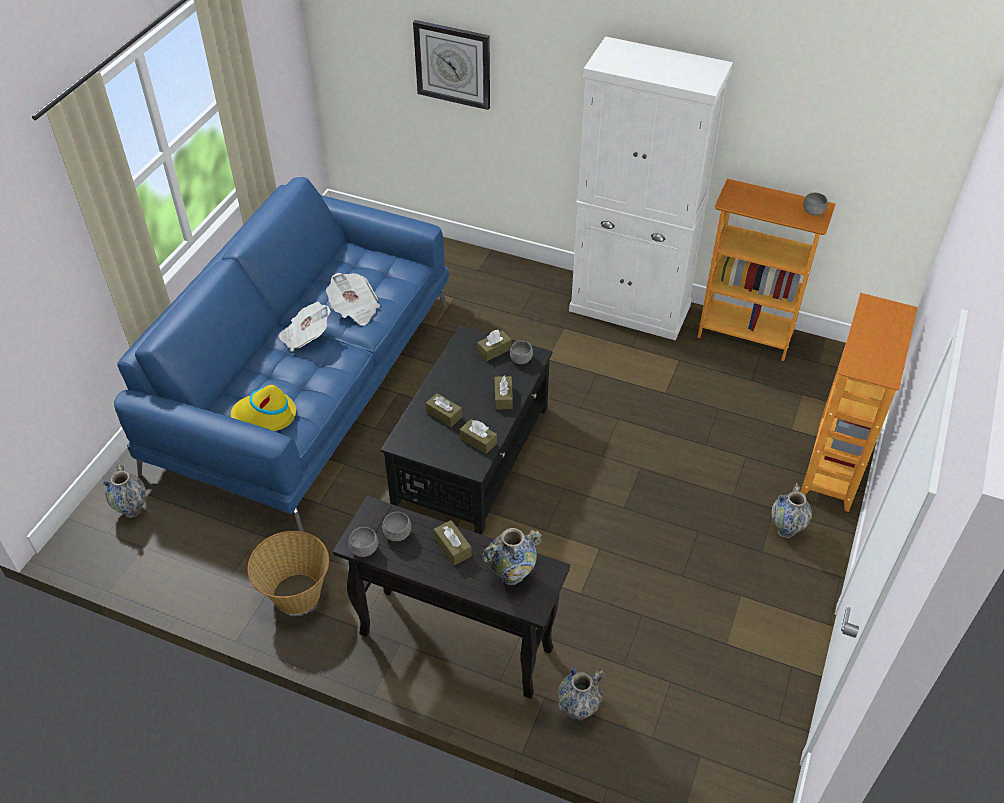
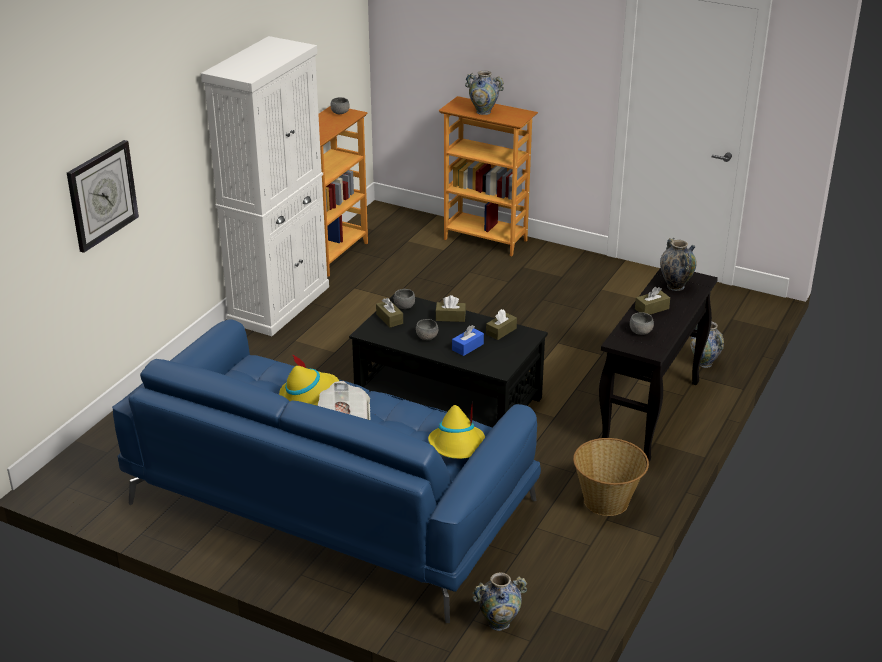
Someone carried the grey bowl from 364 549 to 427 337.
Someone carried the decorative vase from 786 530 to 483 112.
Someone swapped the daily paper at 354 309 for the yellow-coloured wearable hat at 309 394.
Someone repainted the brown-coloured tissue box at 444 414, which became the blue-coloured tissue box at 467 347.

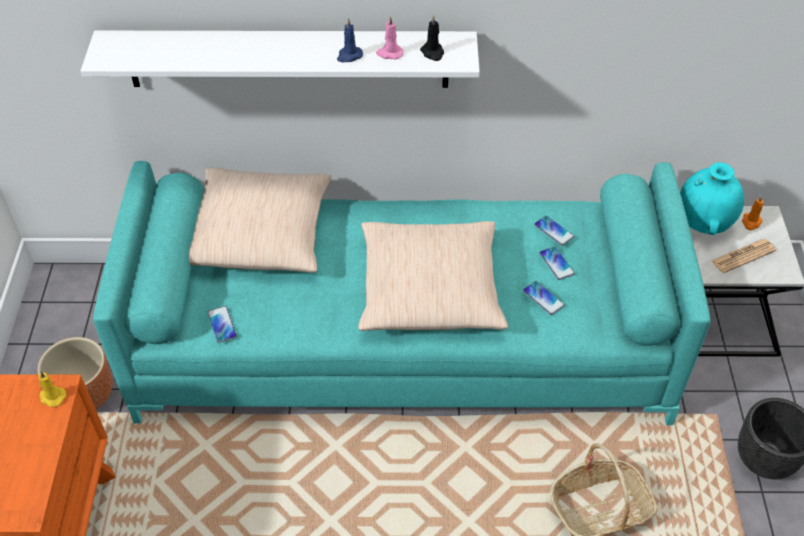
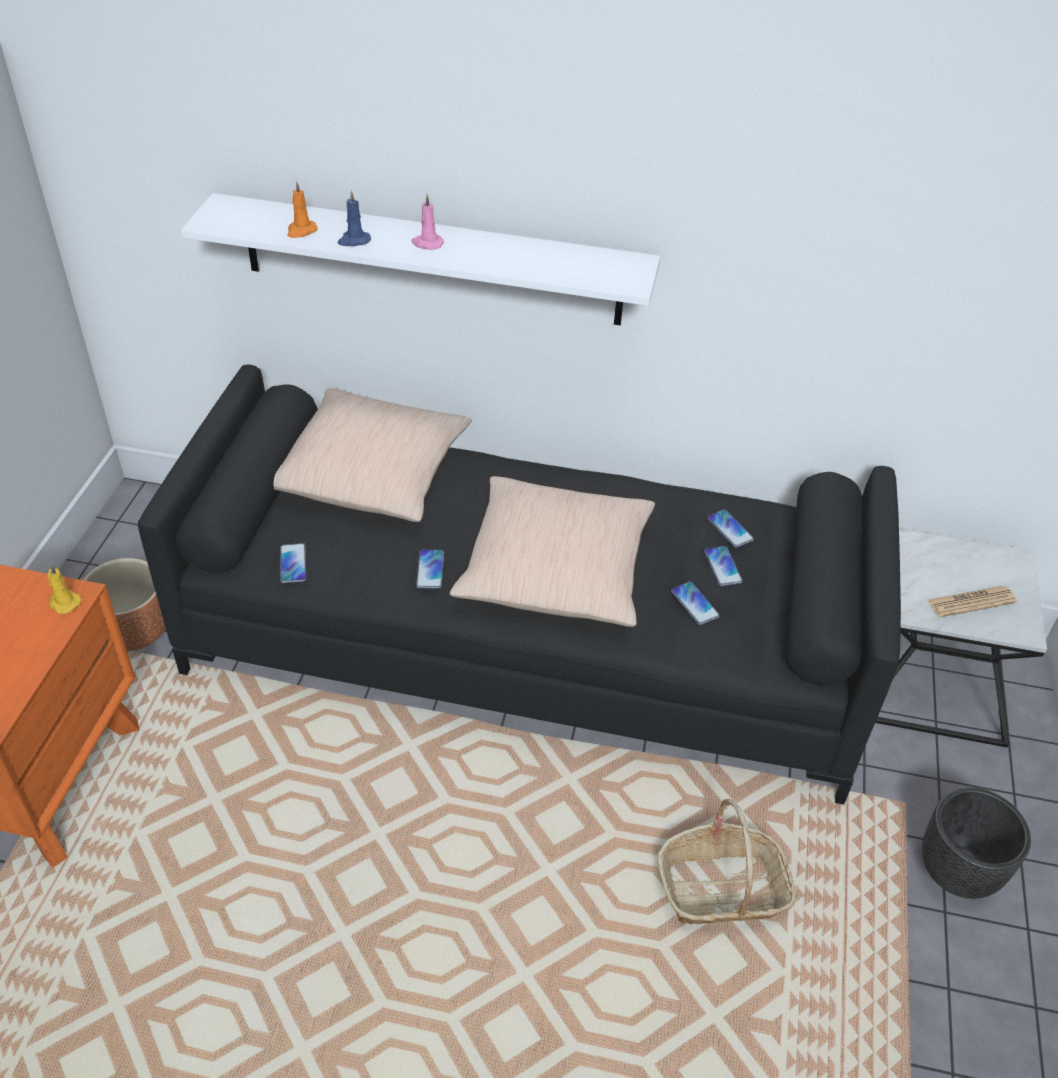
Someone took away the blackish wax candle at 432 53.
Someone took away the blue-green decorative vase at 702 225.
Someone put down the telephone at 430 570.
Someone carried the blue-coloured wax candle from 349 56 to 354 240.
Someone carried the pink wax candle from 389 53 to 427 243.
Someone carried the orangey wax candle from 751 222 to 301 231.
Someone repainted the blue-green couch at 403 343, which became the blackish couch at 525 643.

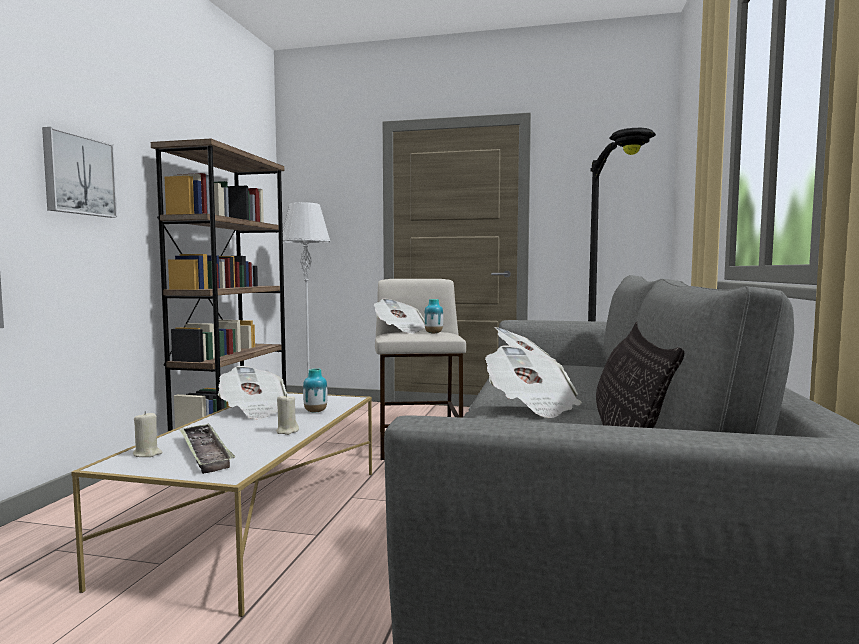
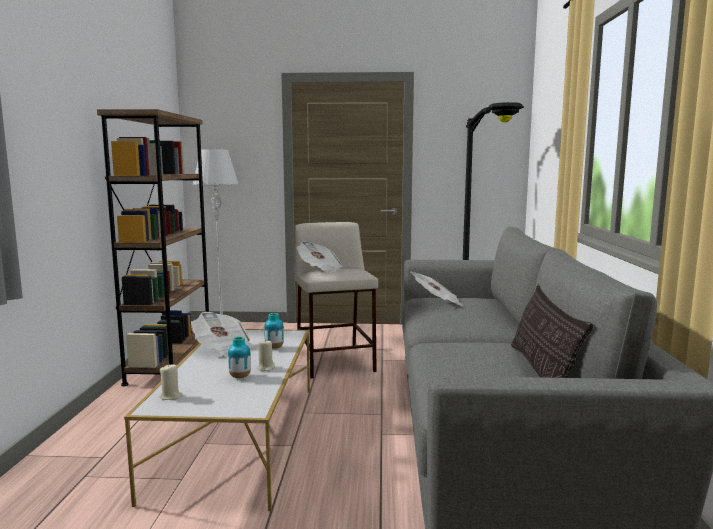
Someone took away the picture at 78 175.
Someone took away the tray at 205 453.
Someone took away the daily paper at 531 406.
Someone carried the decorative vase from 433 333 to 240 377.

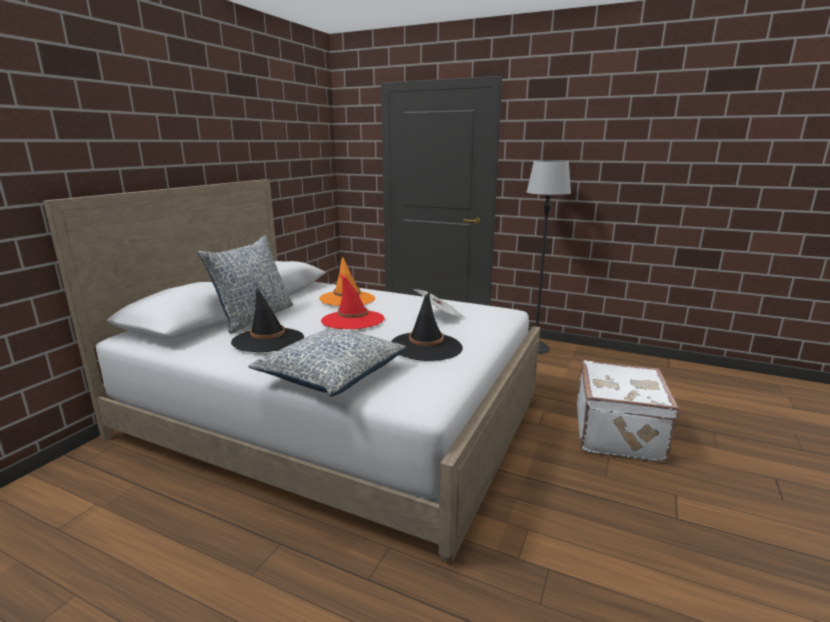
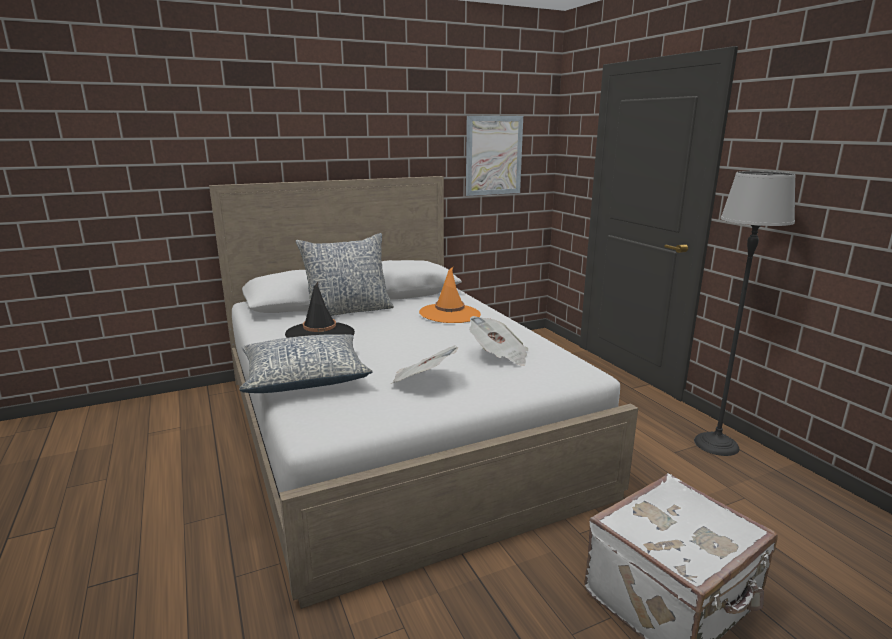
Someone took away the red wearable hat at 353 320.
Someone put up the picture at 493 155.
Someone swapped the blackish wearable hat at 426 347 for the daily paper at 423 381.

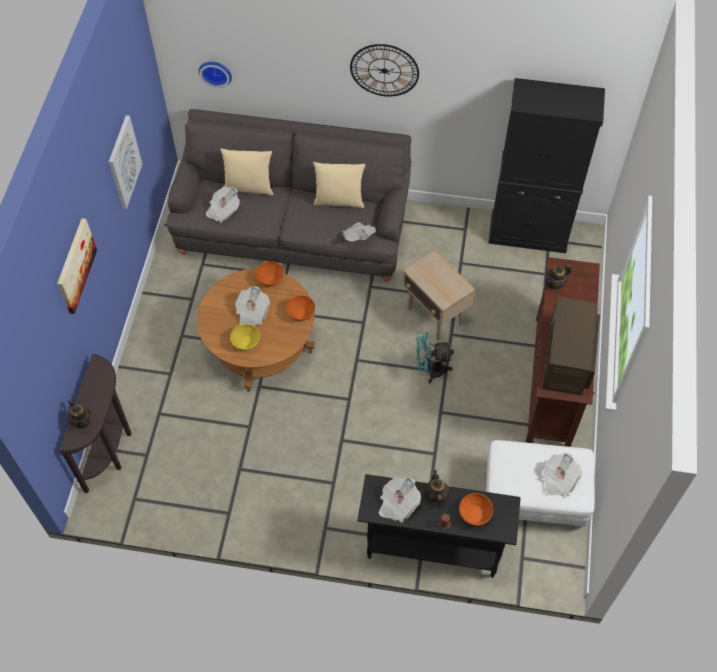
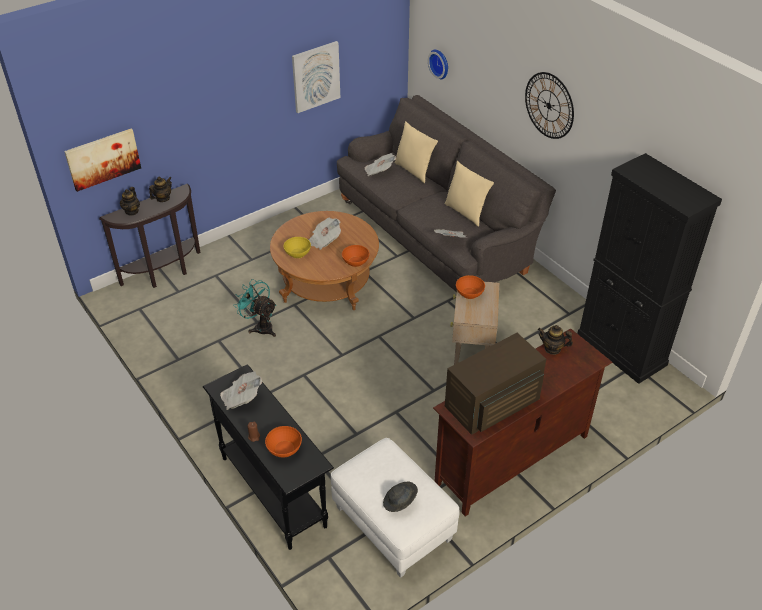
Someone carried the picture from 75 265 to 103 159.
Someone carried the orangey bowl from 270 279 to 469 293.
Someone carried the blue-green fan from 430 370 to 260 326.
Someone carried the pot for tea from 435 495 to 163 198.
Someone swapped the daily paper at 558 480 for the grey wearable hat at 400 502.

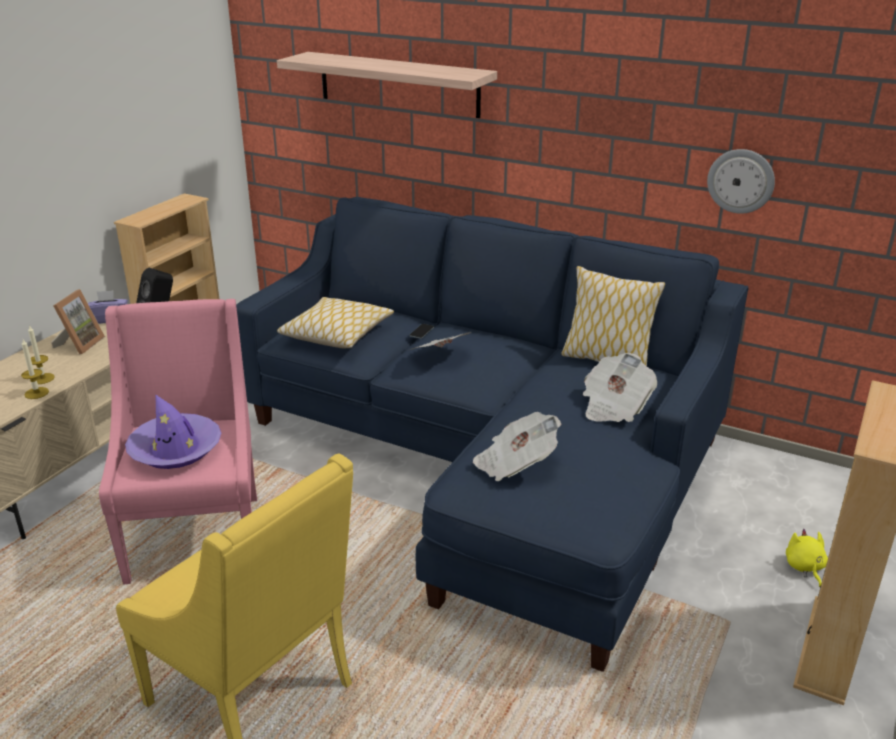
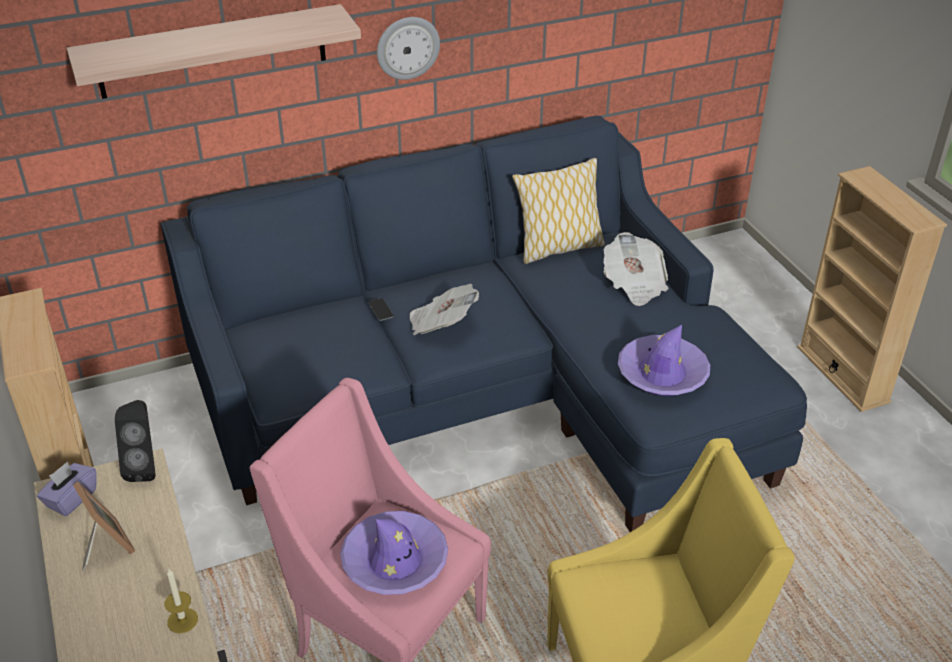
Someone took away the wax candle at 42 378.
Someone took away the cushion at 337 334.
Someone took away the yellow-coloured soft toy at 804 567.
Someone carried the wall clock from 741 181 to 407 47.
Someone swapped the daily paper at 515 464 for the purple-coloured wearable hat at 662 374.

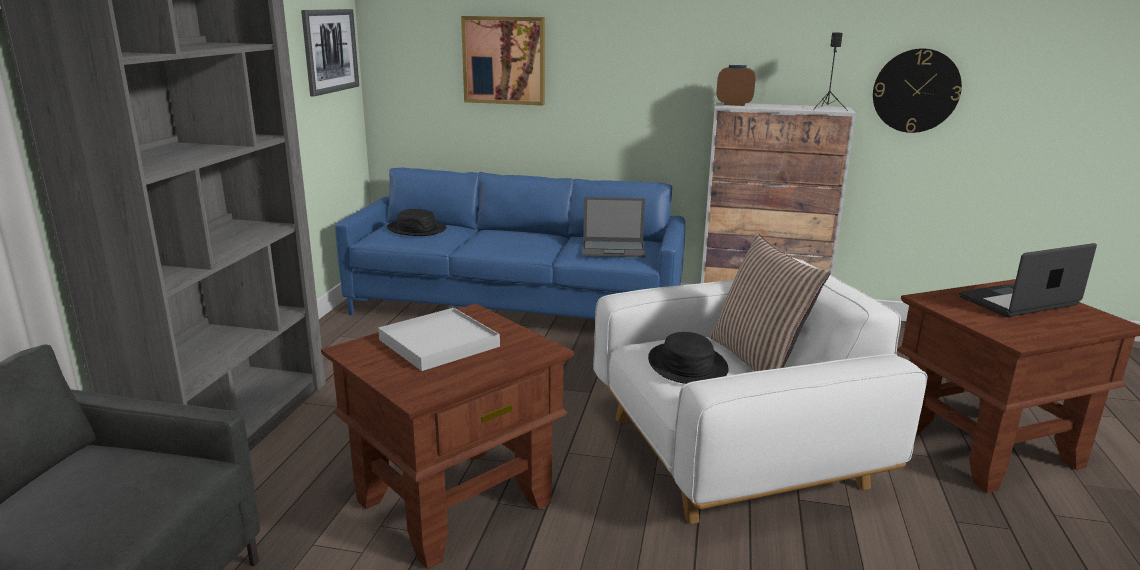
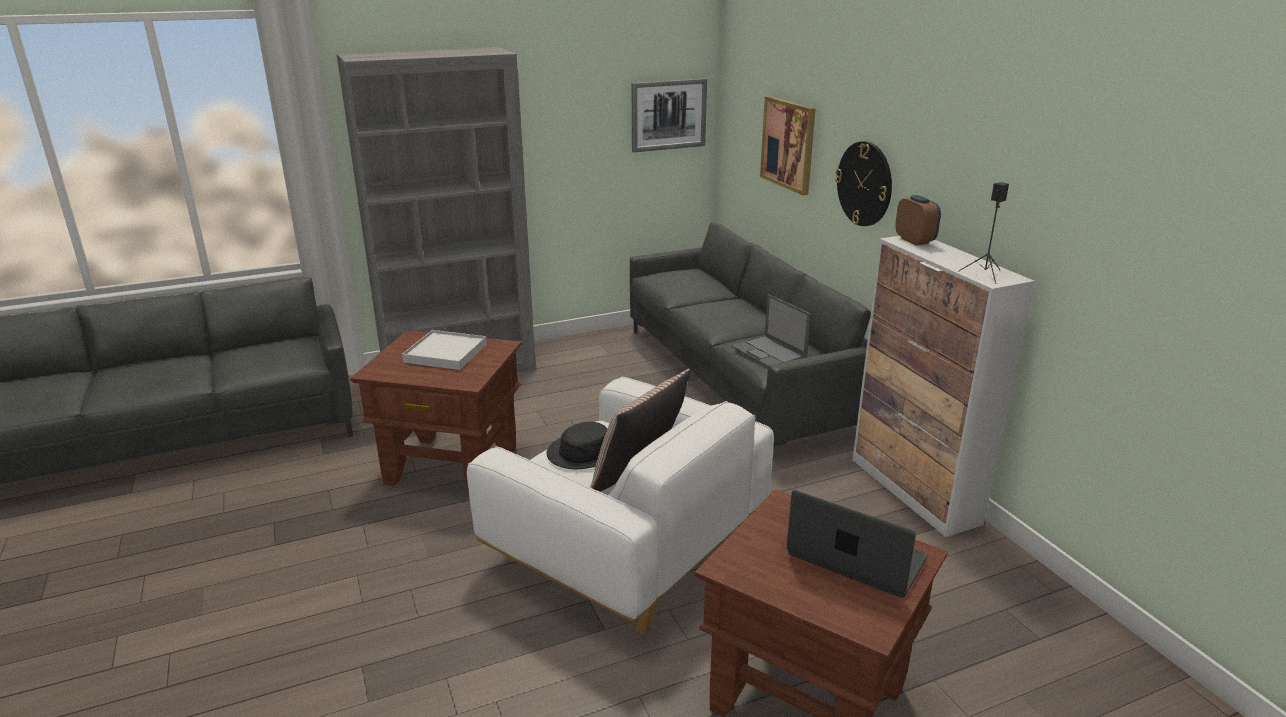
Someone took away the blackish wearable hat at 416 229.
Someone carried the wall clock from 916 91 to 864 184.
Someone repainted the blue-coloured couch at 515 310, which became the grey couch at 734 379.

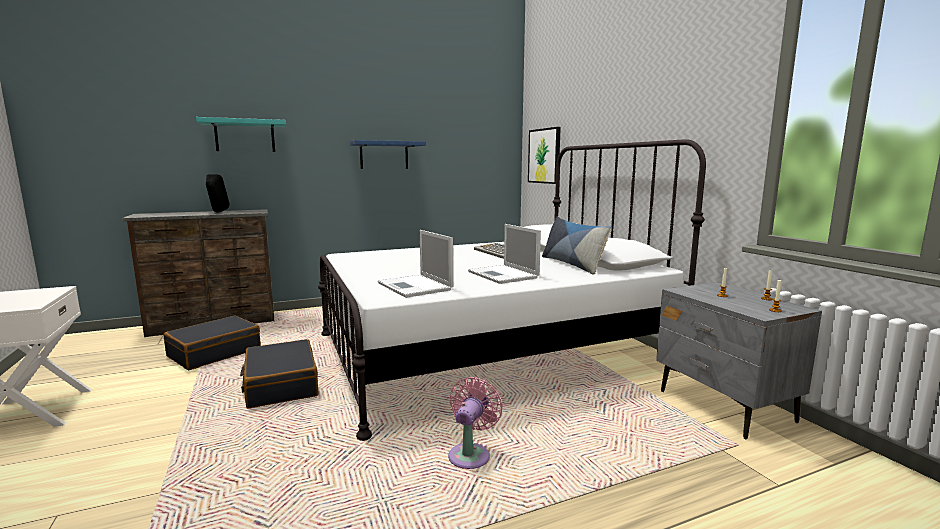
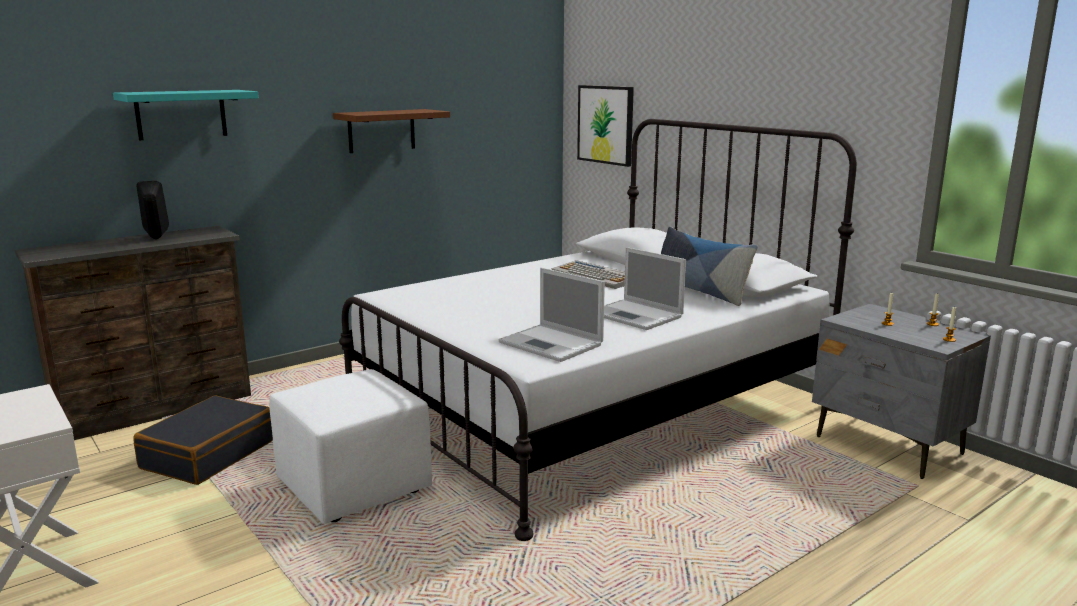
Someone took away the pink fan at 471 454.
Someone swapped the blackish travel case at 281 385 for the white-coloured pouffe at 355 488.
Someone repainted the blue-coloured shelf at 384 155, which became the brown-coloured shelf at 381 130.

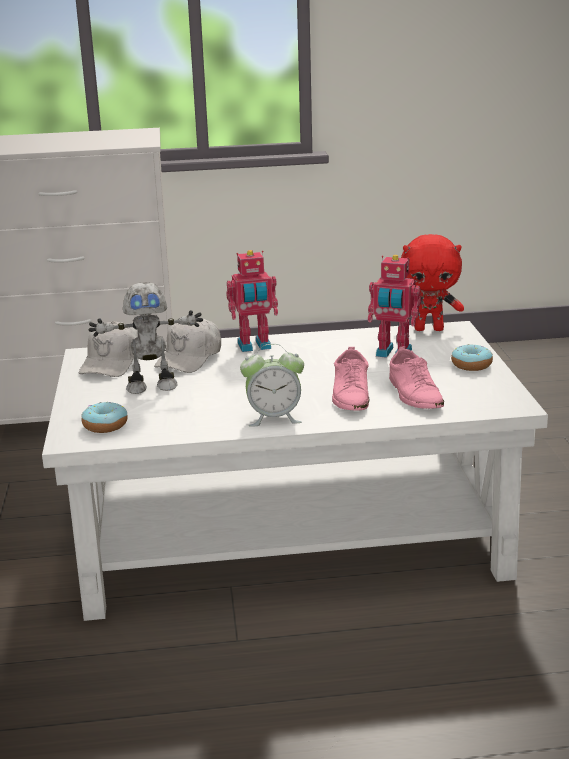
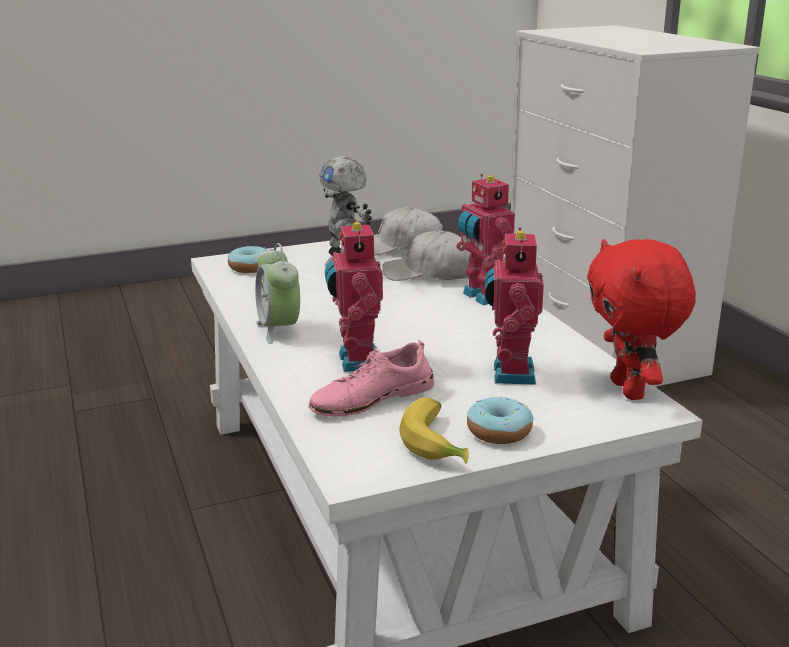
Someone put down the whole banana at 439 443.
Someone swapped the pink shoe at 351 395 for the model robot at 356 361.

